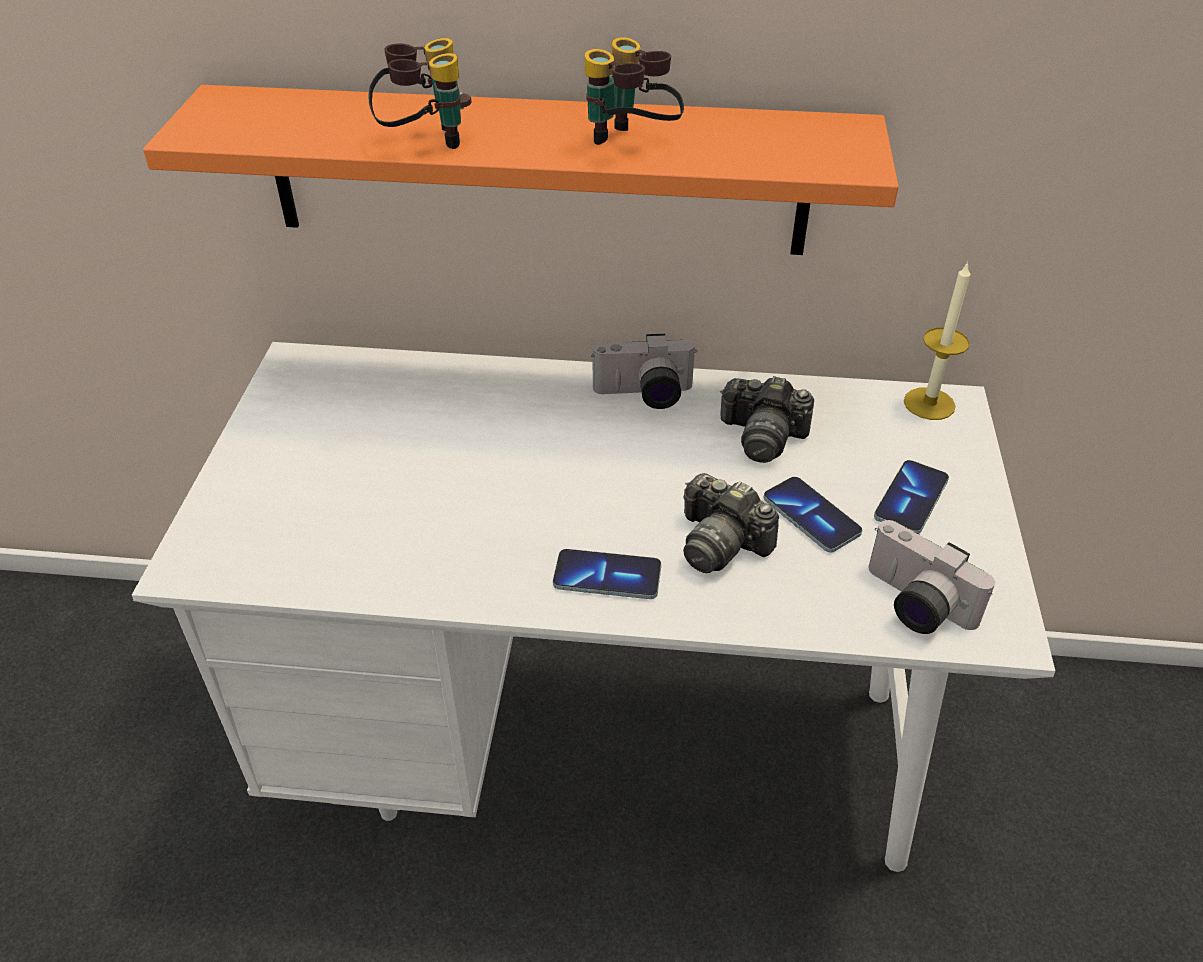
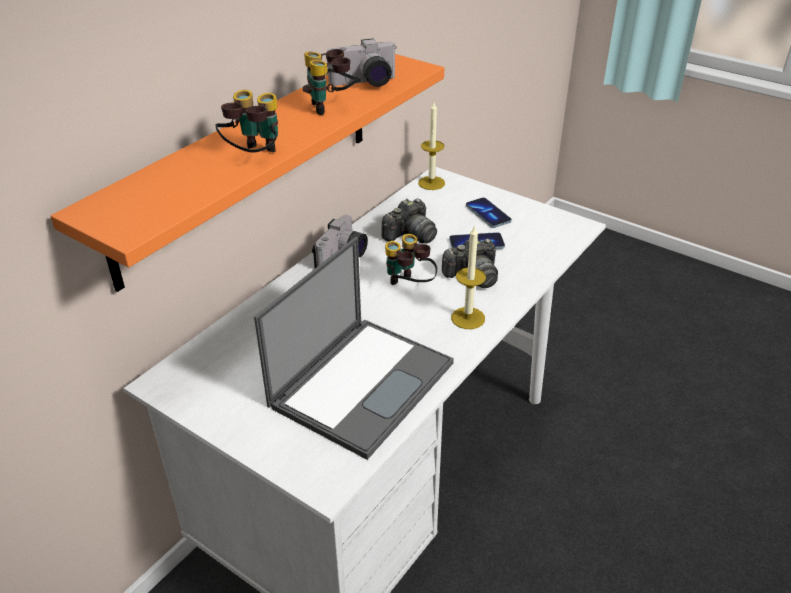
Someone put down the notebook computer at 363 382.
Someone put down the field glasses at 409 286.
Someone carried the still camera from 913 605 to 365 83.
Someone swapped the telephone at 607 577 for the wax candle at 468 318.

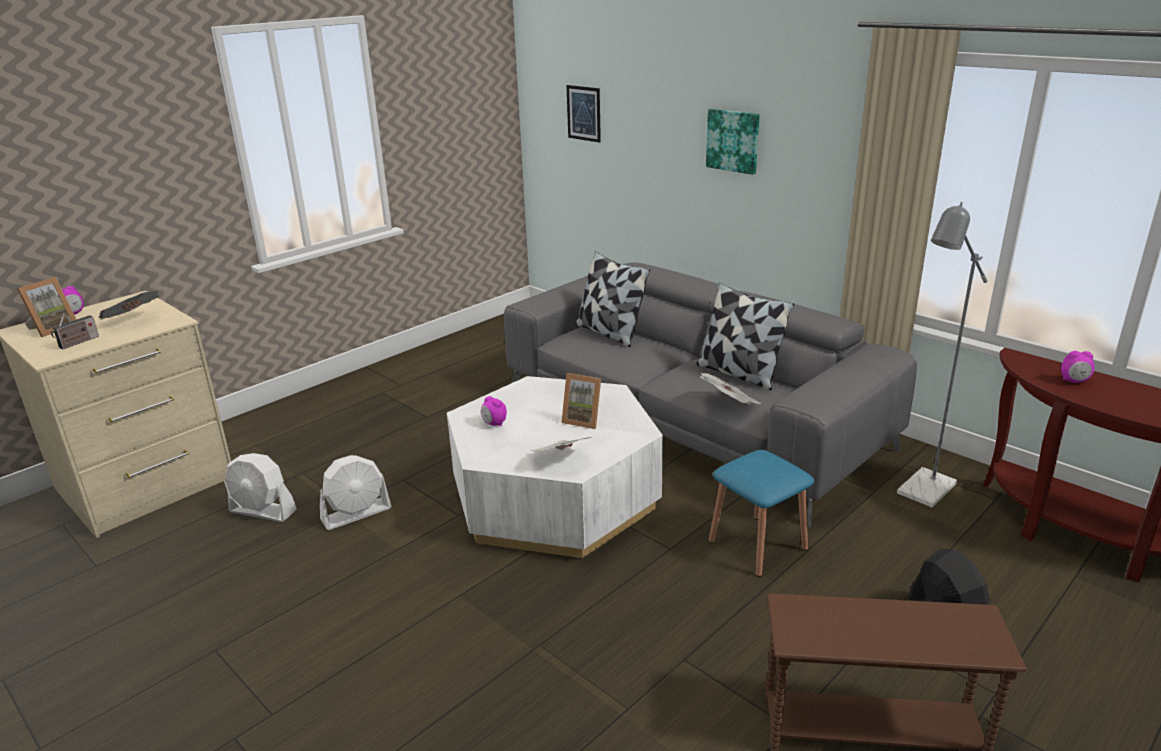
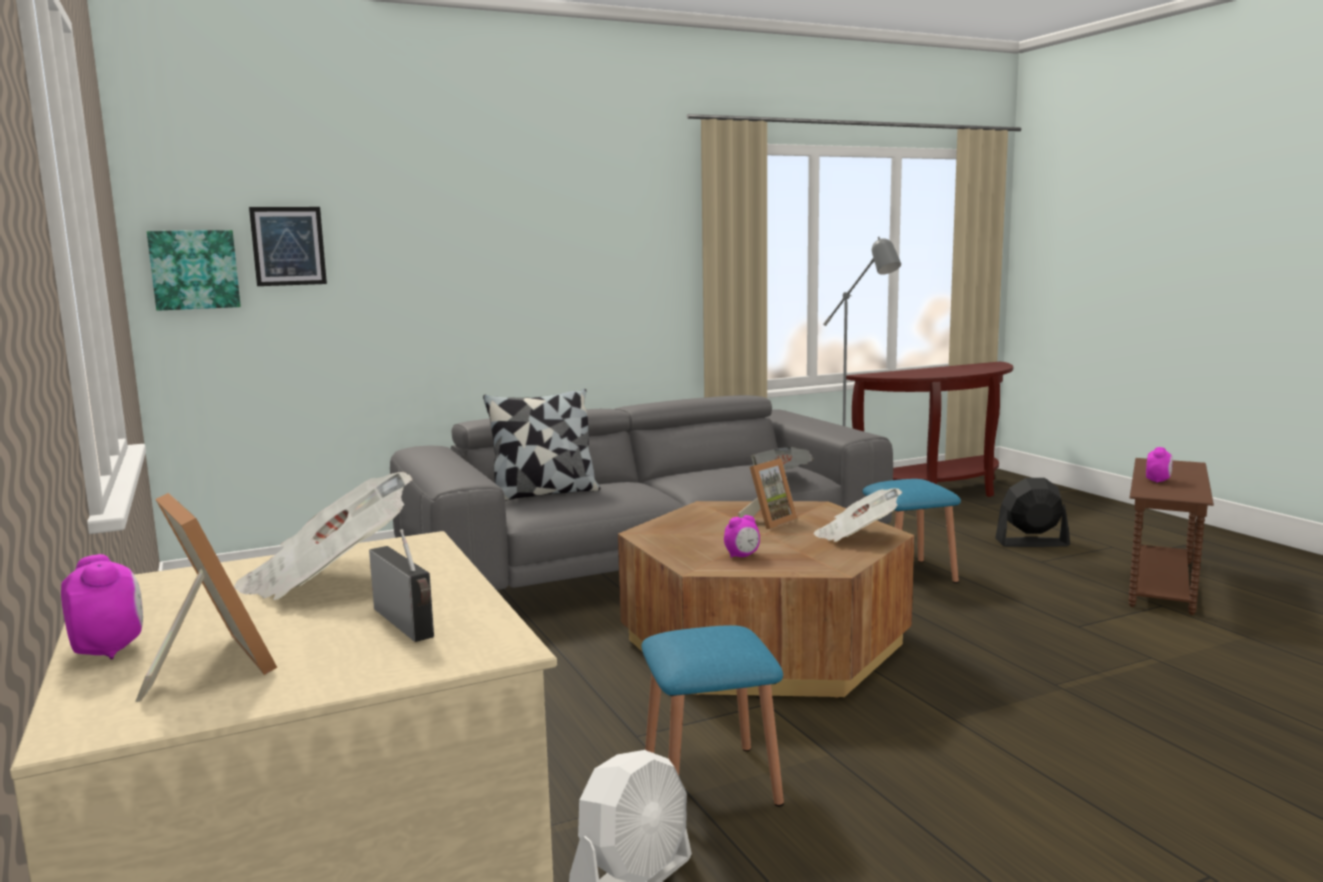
Someone took away the cushion at 739 373.
Someone carried the picture from 733 140 to 194 269.
Someone carried the bedside clock from 1074 381 to 1158 481.
Someone swapped the white-coloured fan at 356 514 for the blue-coloured stool seat at 711 782.
Someone repainted the white-coloured low table at 555 497, which became the brown-coloured low table at 764 643.

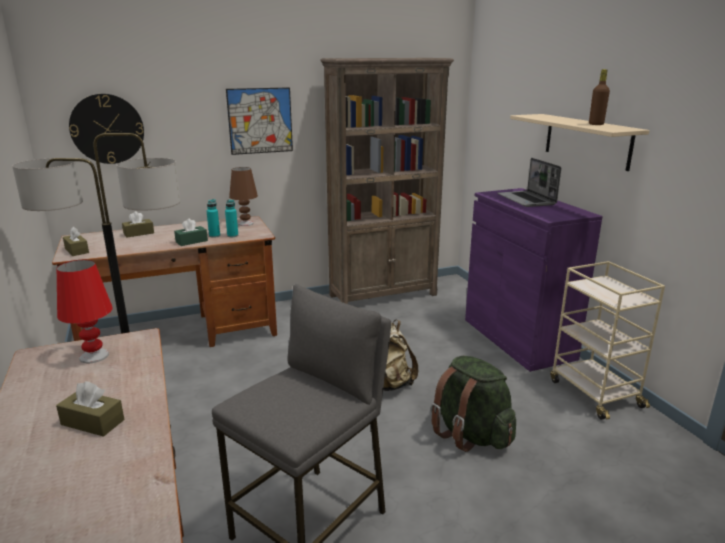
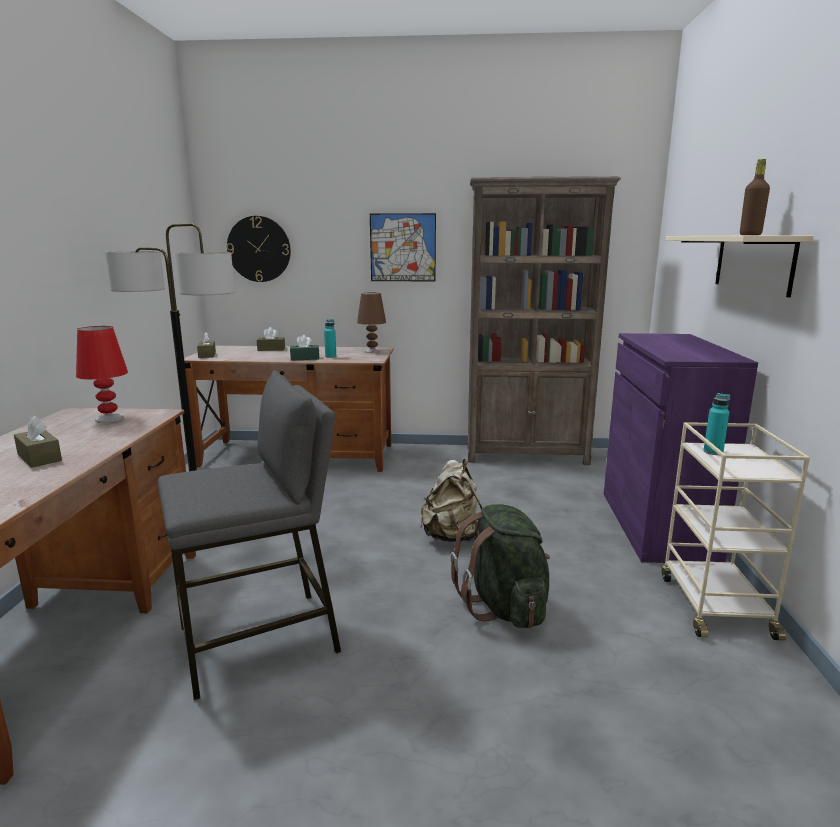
Someone took away the notebook computer at 527 200.
Someone carried the blue-green beverage bottle from 232 235 to 713 452.

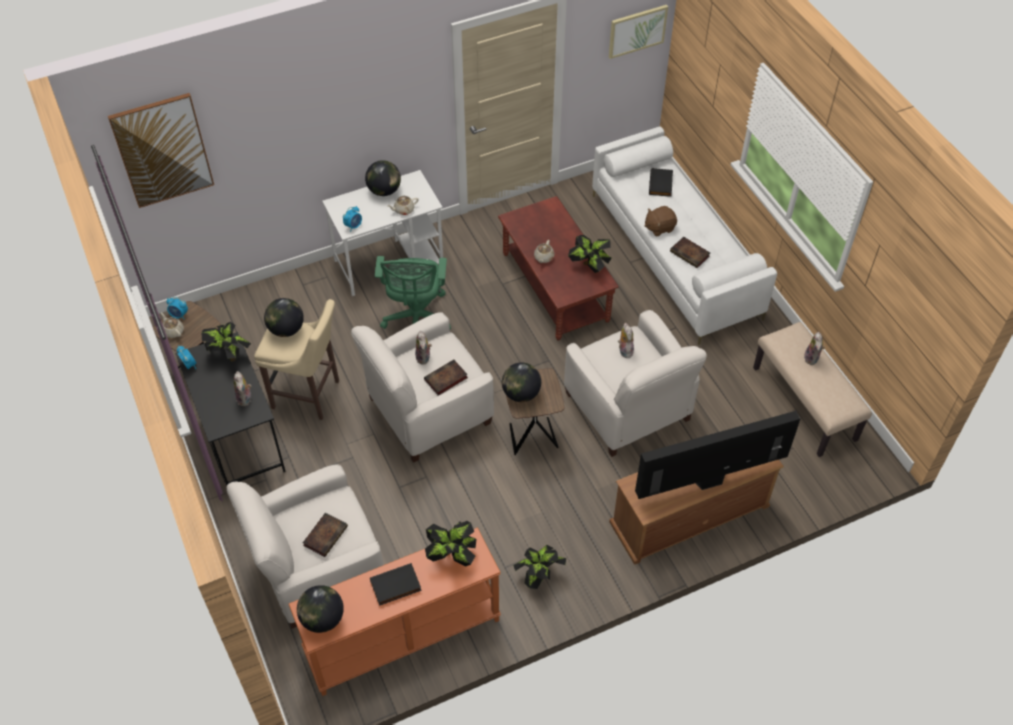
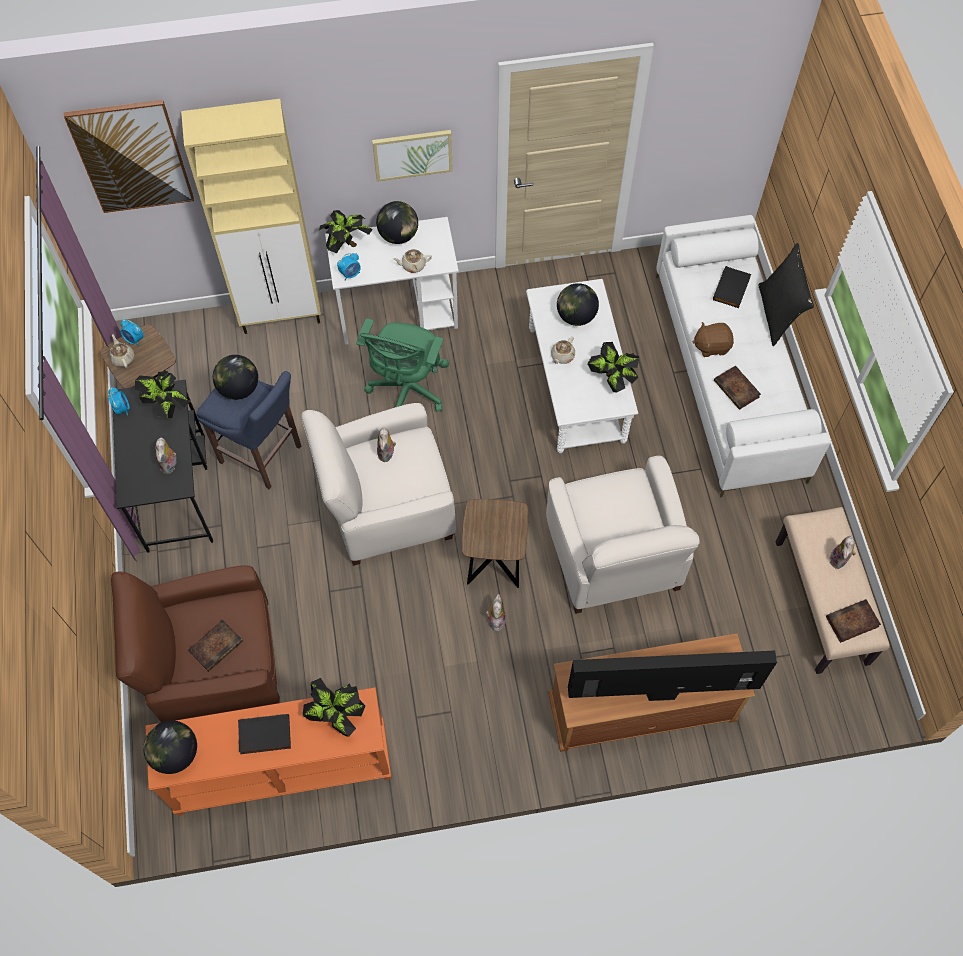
Someone put down the beige cabinet at 282 315.
Someone put down the blackish cushion at 778 314.
Someone carried the volume from 445 379 to 851 623.
Someone carried the desk globe from 521 393 to 576 316.
Someone carried the houseplant from 539 576 to 347 245.
Someone carried the picture from 637 30 to 412 154.
Someone carried the soft toy from 624 350 to 495 619.
Someone repainted the white-coloured armchair at 318 568, which became the brown-coloured armchair at 216 666.
Someone repainted the beige stool seat at 309 395, which became the blue-coloured stool seat at 263 456.
Someone repainted the brown-coloured low table at 555 287, which became the white-coloured low table at 576 385.

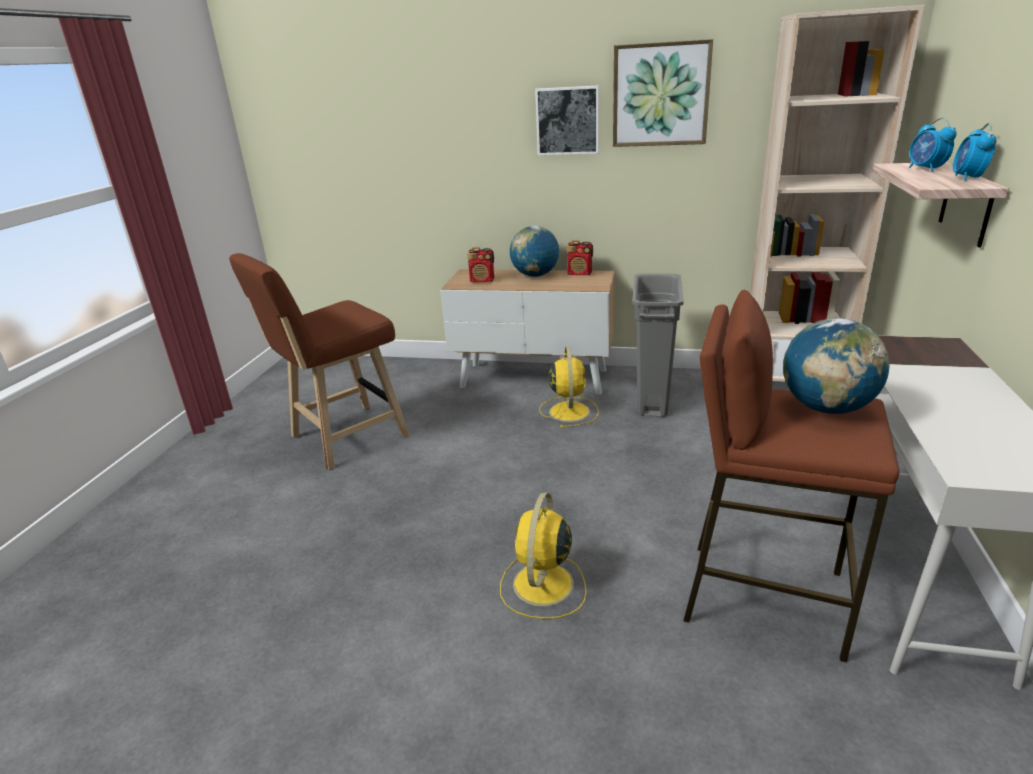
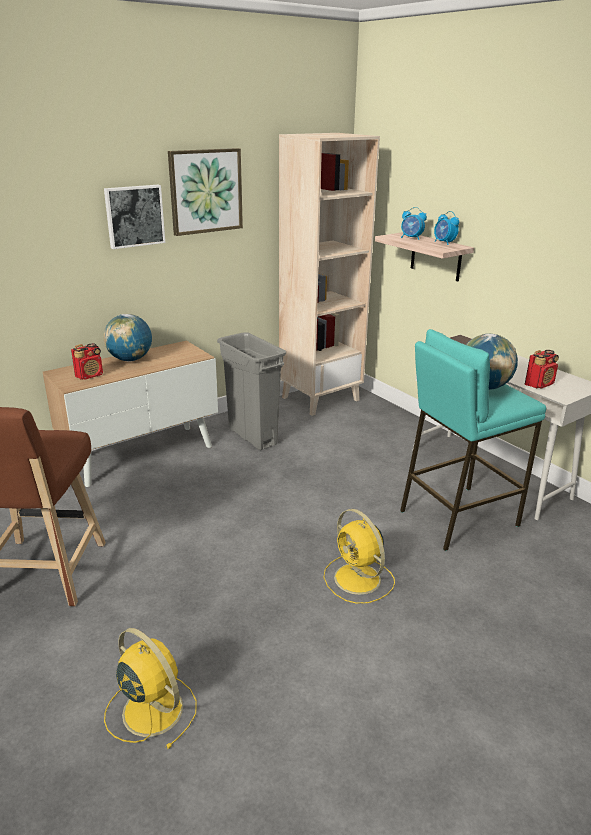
Someone carried the yellow-coloured fan from 569 411 to 151 709.
Someone carried the radio set from 580 273 to 539 384.
Someone repainted the brown-coloured stool seat at 763 596, which became the blue-green stool seat at 457 517.

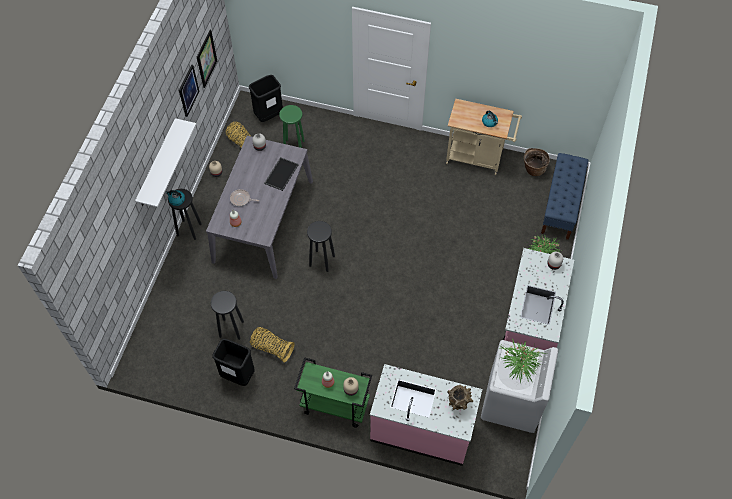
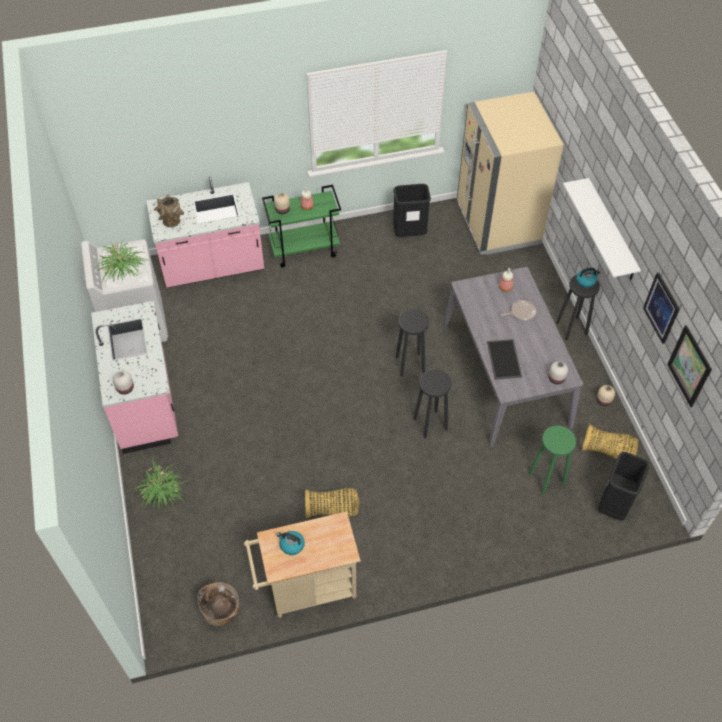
Someone took away the blue-coloured indoor bench at 560 206.
Someone put down the beige fridge at 497 223.
Someone carried the blackish stool seat from 231 329 to 430 423.
Someone carried the household basket from 272 348 to 332 509.

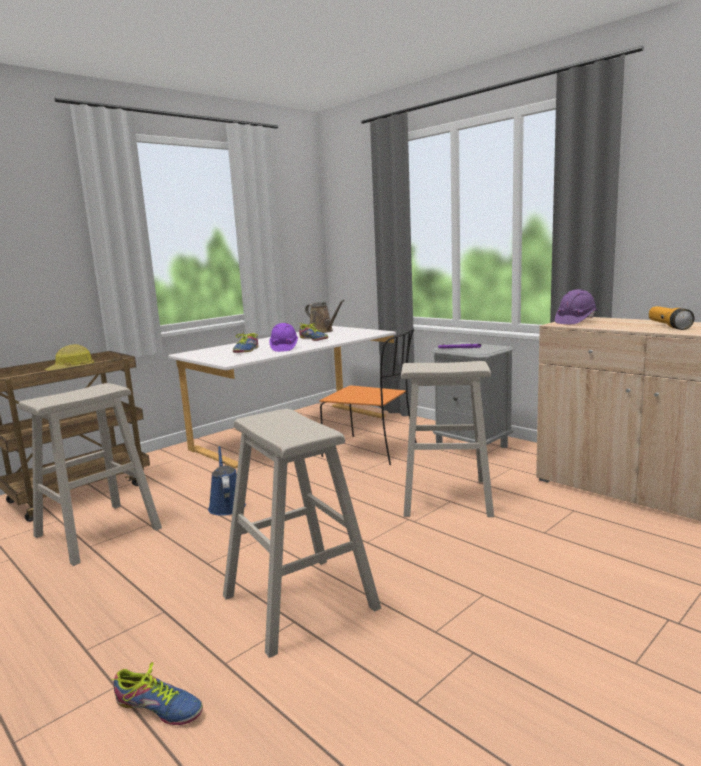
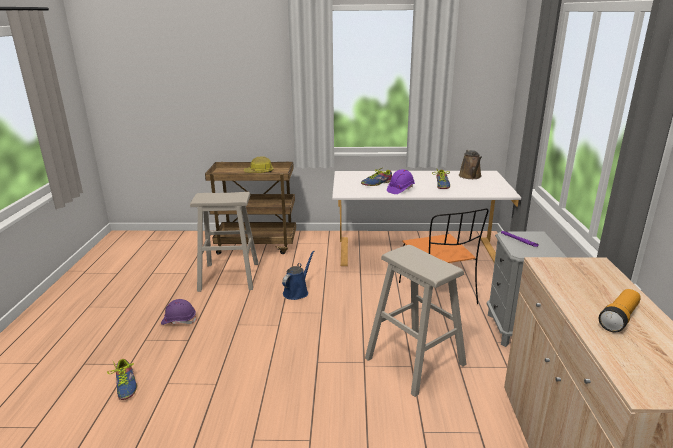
Someone took away the beige stool seat at 299 602.
Someone carried the purple-coloured work helmet from 575 321 to 179 320.

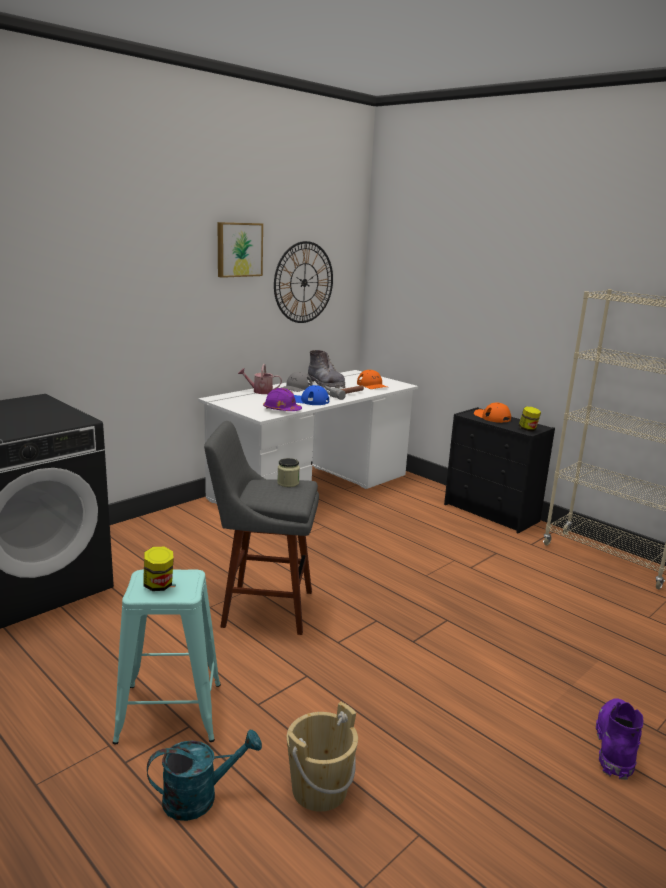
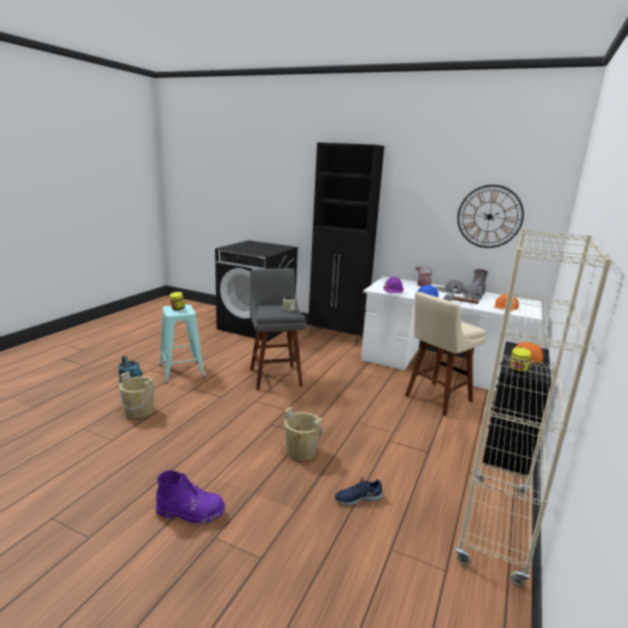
Someone took away the picture at 238 249.
Someone put down the beige bucket at 301 452.
Someone put down the blackish cabinet at 337 337.
Someone put down the blue-coloured shoe at 358 498.
Someone put down the beige stool seat at 436 399.

